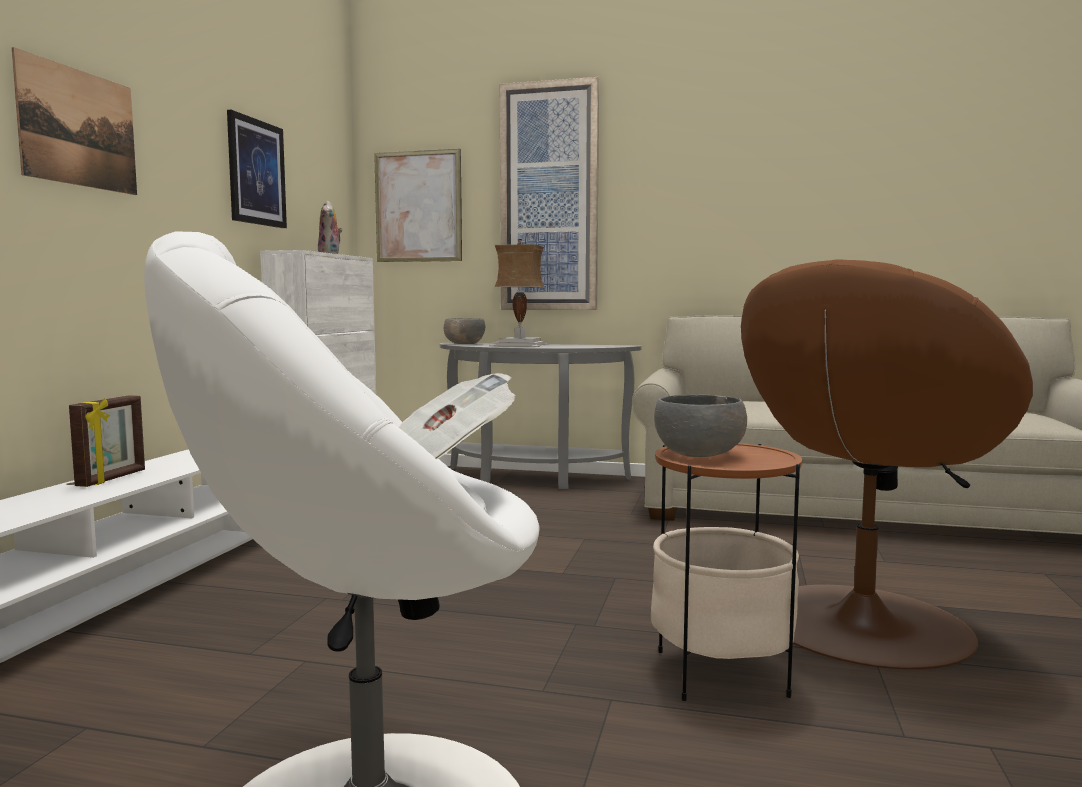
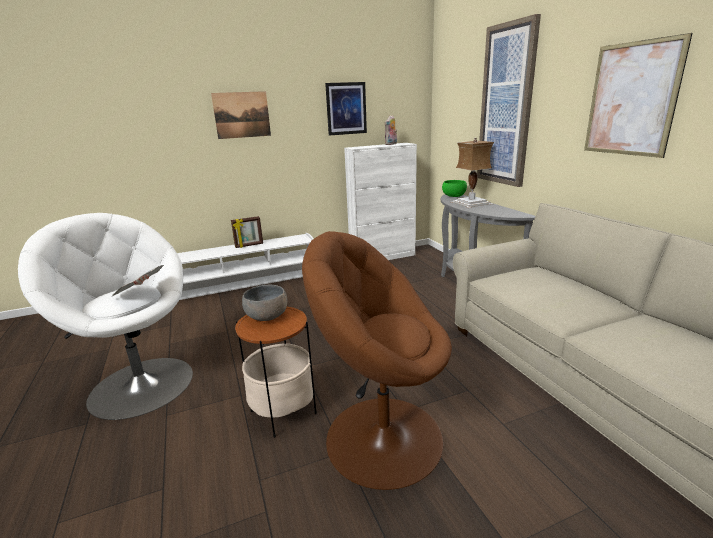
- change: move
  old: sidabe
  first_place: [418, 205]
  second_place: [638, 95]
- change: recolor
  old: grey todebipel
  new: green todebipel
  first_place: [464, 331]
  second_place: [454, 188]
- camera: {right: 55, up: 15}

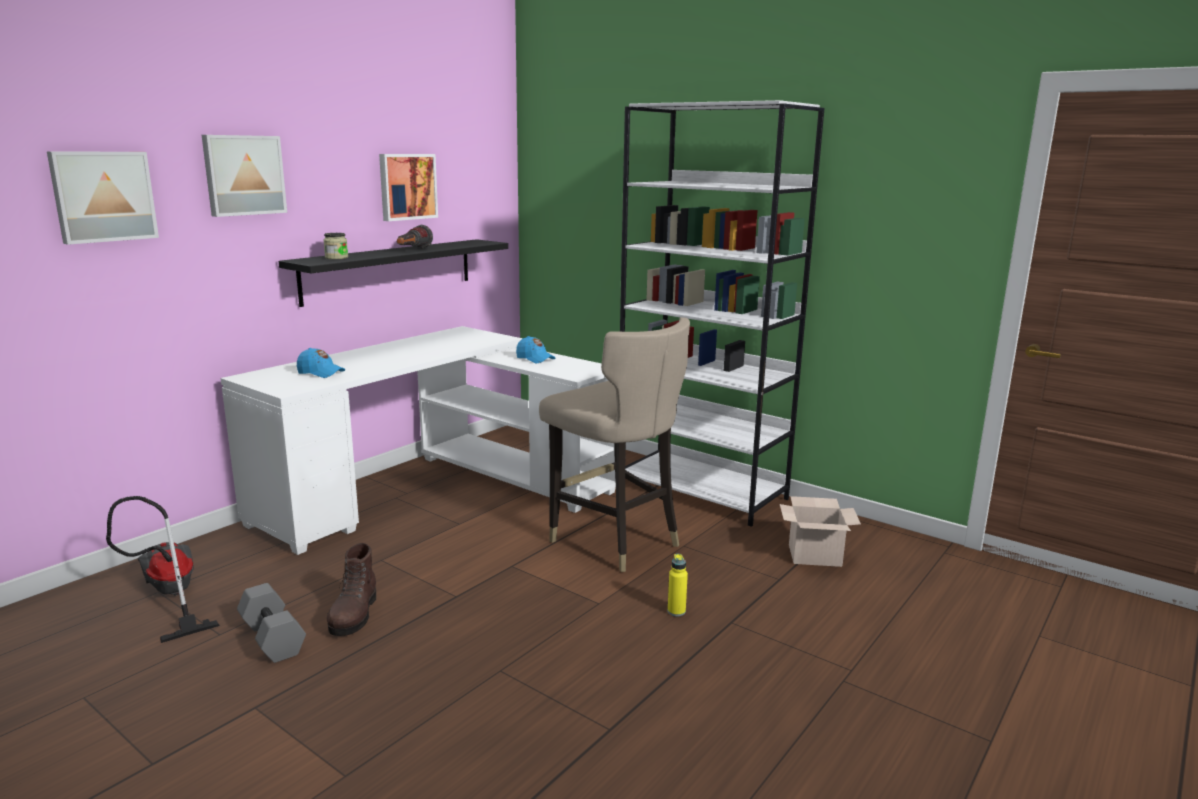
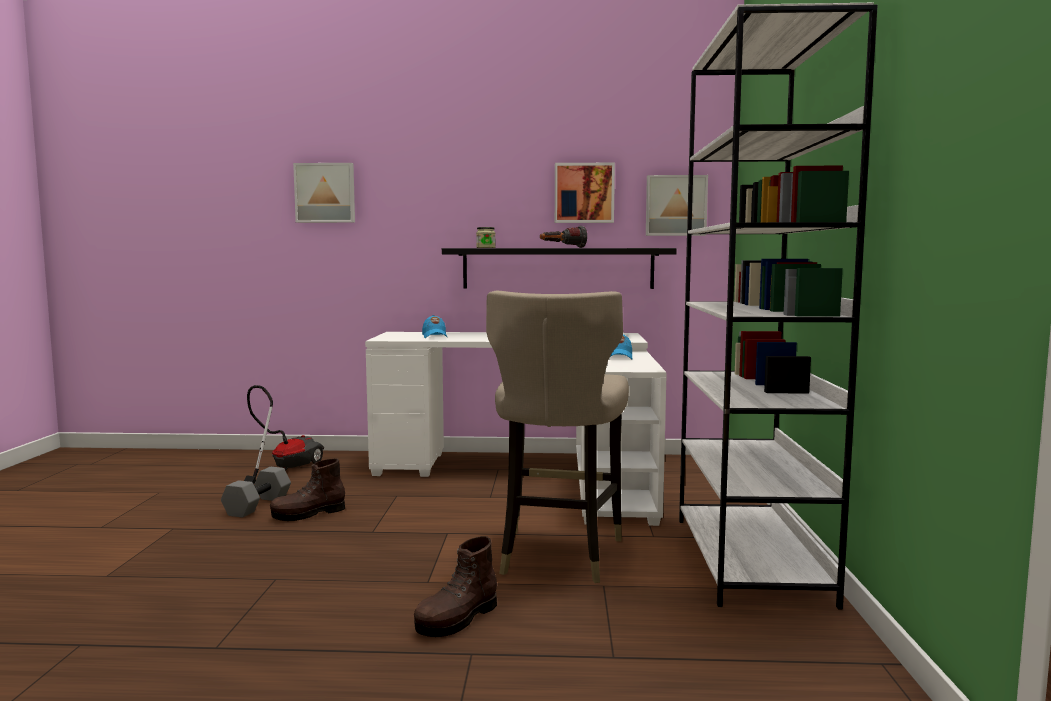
- change: move
  old: sidabe
  first_place: [244, 176]
  second_place: [677, 205]
- change: delete
  old: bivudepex
  first_place: [820, 531]
- change: replace
  old: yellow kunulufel
  new: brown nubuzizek
  first_place: [678, 585]
  second_place: [455, 586]
- camera: {right: 55, up: -10}

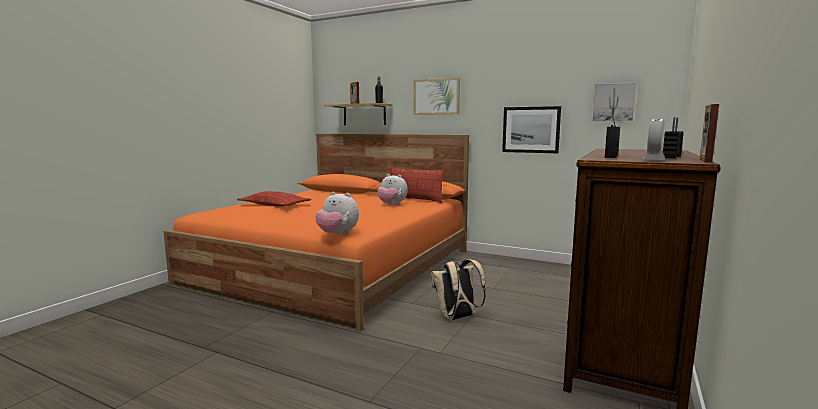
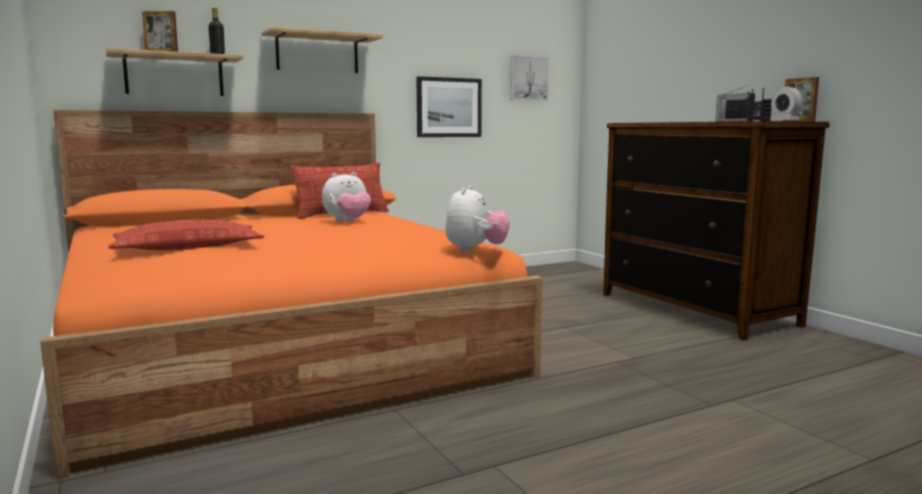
- change: replace
  old: sidabe
  new: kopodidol
  first_place: [437, 96]
  second_place: [322, 50]
- change: rotate
  old: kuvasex
  first_place: [337, 213]
  second_place: [477, 219]
  degrees: -45
- change: delete
  old: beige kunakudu
  first_place: [458, 289]
- camera: {right: -55, up: 0}

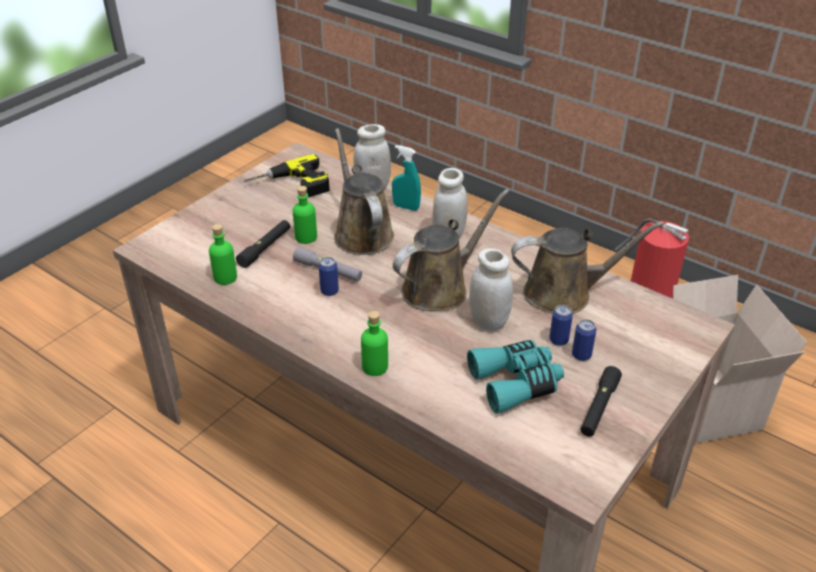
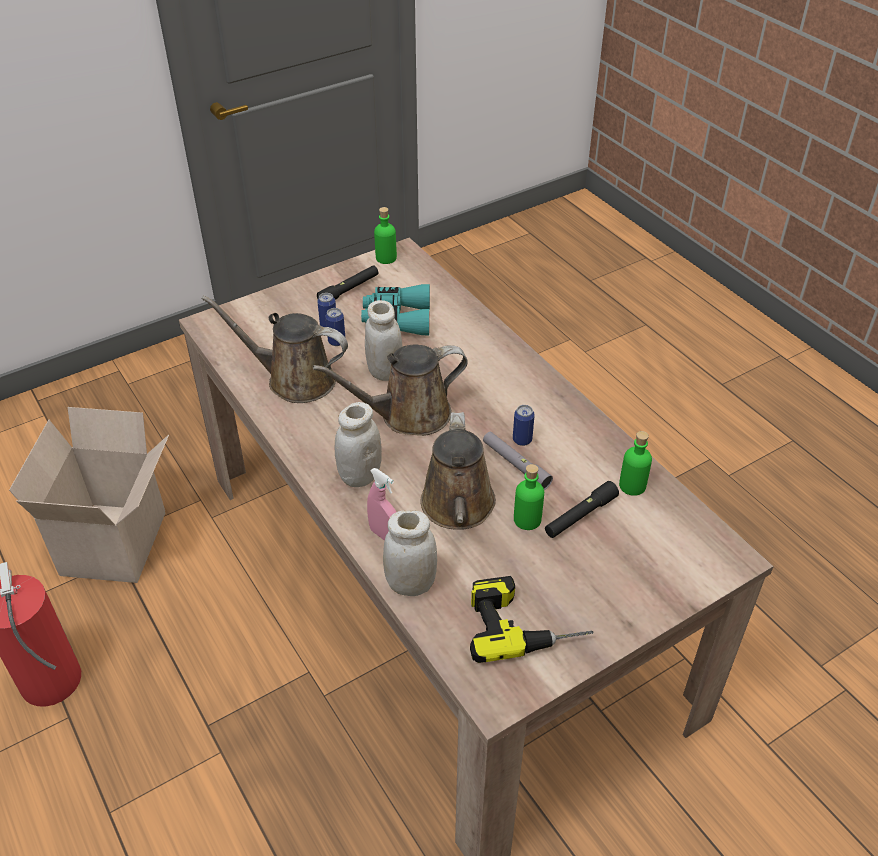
- change: recolor
  old: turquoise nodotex
  new: pink nodotex
  first_place: [406, 178]
  second_place: [381, 504]
- change: move
  old: green kunulufel
  first_place: [374, 343]
  second_place: [385, 235]
- camera: {right: -160, up: 5}

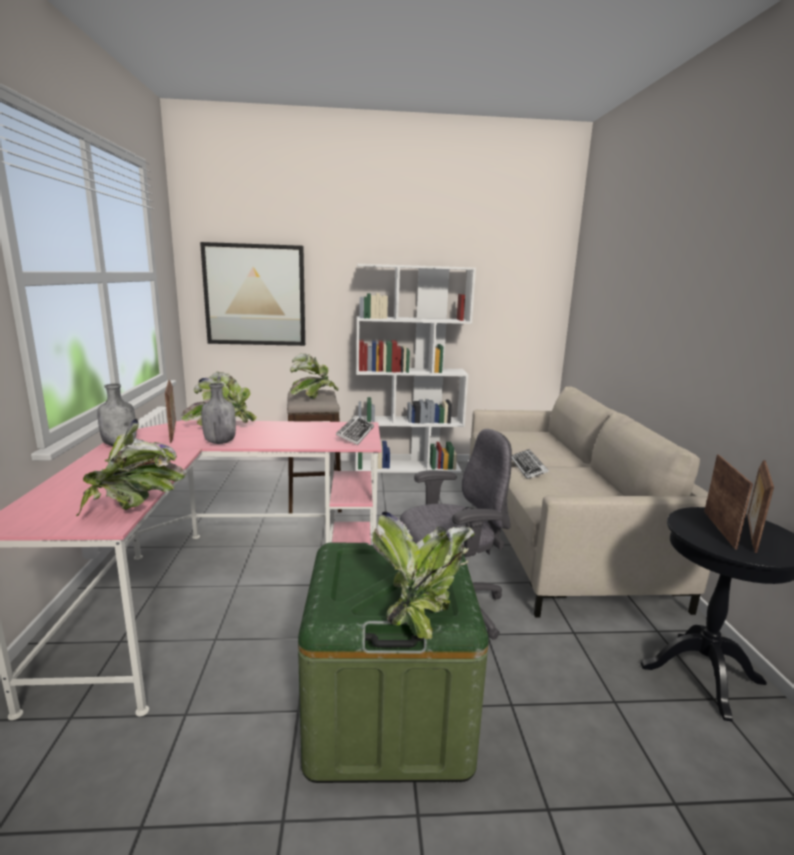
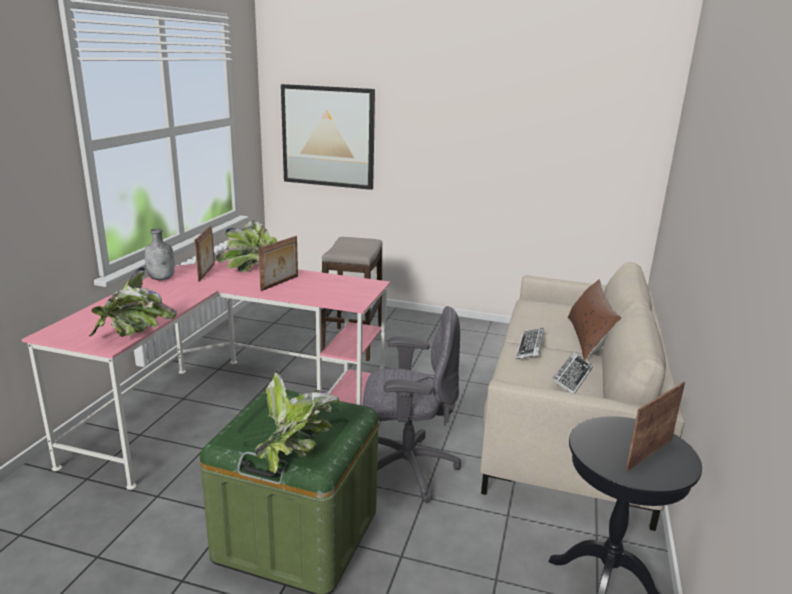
- change: delete
  old: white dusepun
  first_place: [415, 368]
- change: delete
  old: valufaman
  first_place: [314, 376]
- change: delete
  old: grey kunulufel
  first_place: [218, 413]
- change: move
  old: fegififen
  first_place: [355, 430]
  second_place: [572, 372]
- change: move
  old: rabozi
  first_place: [728, 502]
  second_place: [278, 263]
- change: insert
  new: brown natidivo
  second_place: [595, 319]
- camera: {right: 20, up: 5}

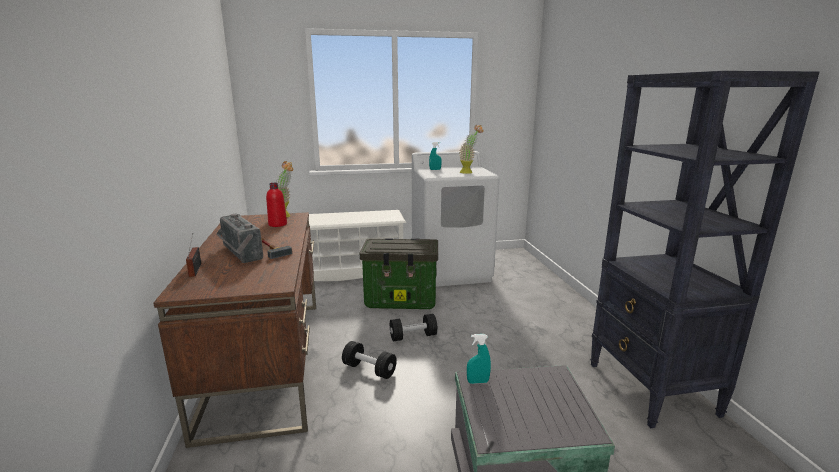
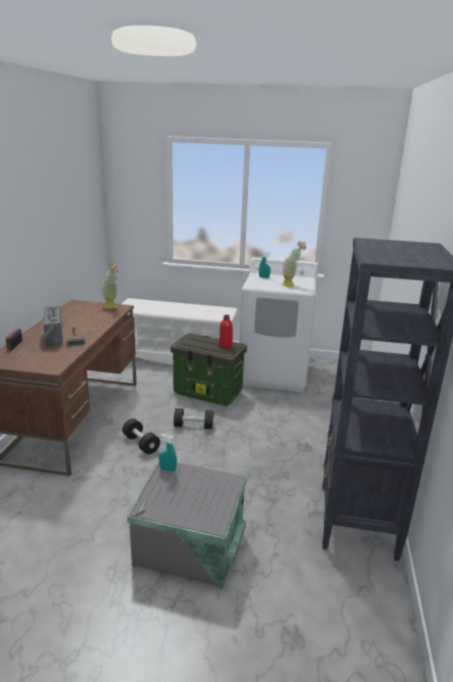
- change: move
  old: red kunulufel
  first_place: [276, 205]
  second_place: [226, 331]
- camera: {right: 20, up: 5}

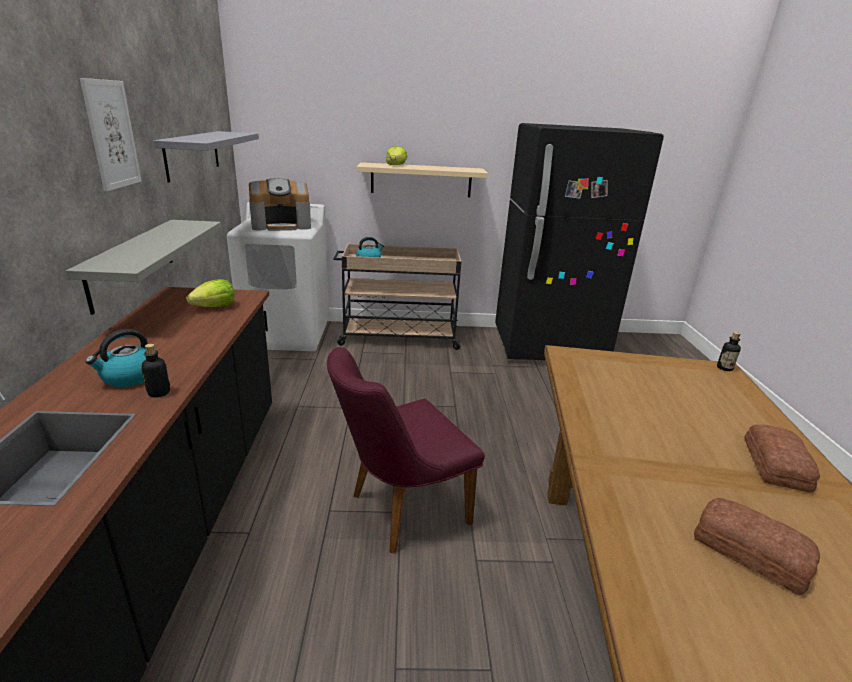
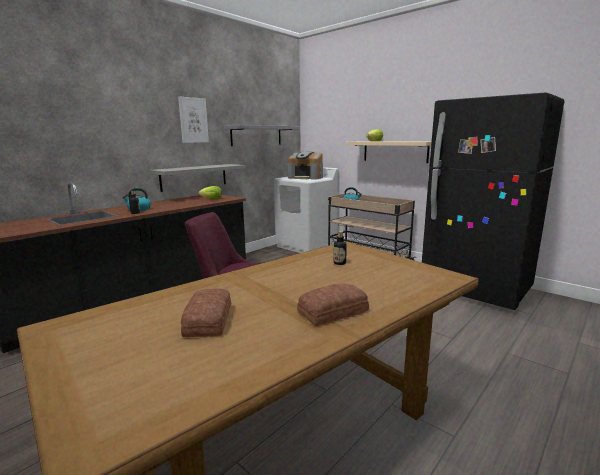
- change: move
  old: kunulufel
  first_place: [729, 351]
  second_place: [340, 248]
- camera: {right: 45, up: -10}

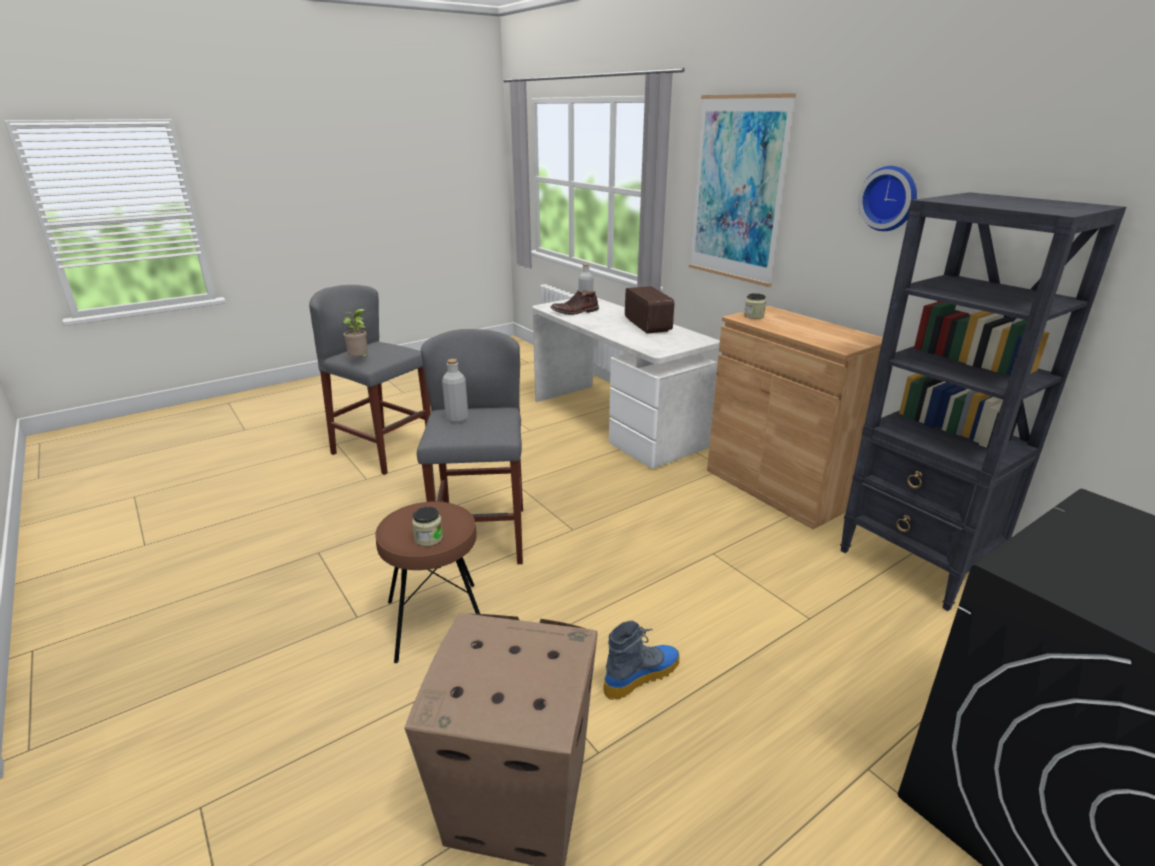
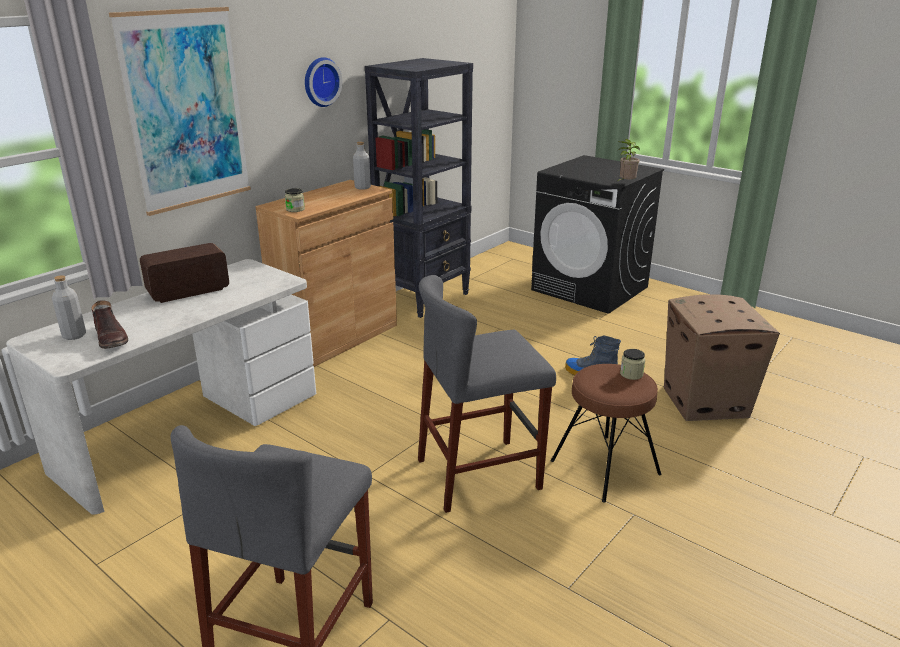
- change: move
  old: valufaman
  first_place: [355, 332]
  second_place: [627, 161]
- change: move
  old: grey kunulufel
  first_place: [455, 391]
  second_place: [362, 166]
- camera: {right: -105, up: 0}

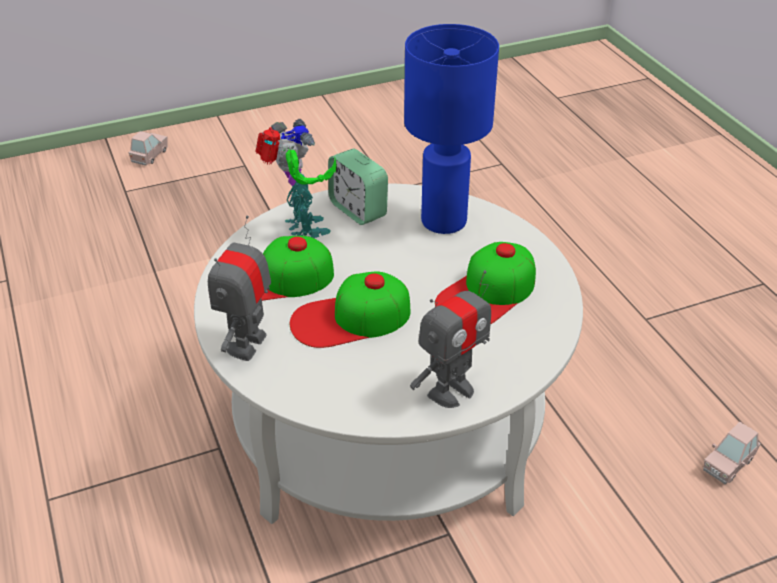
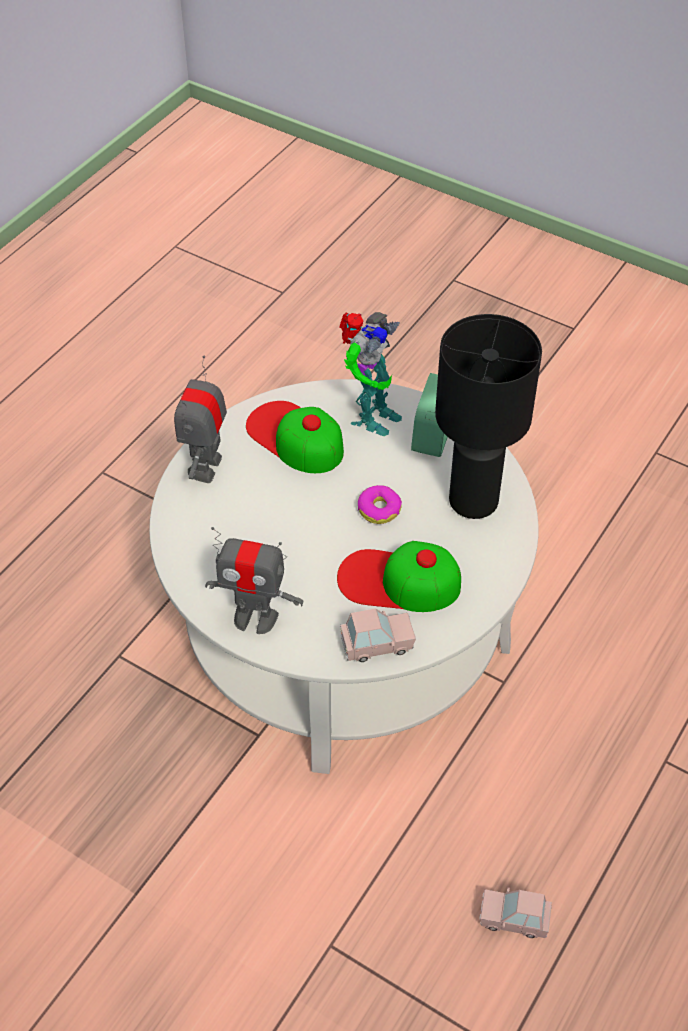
- change: recolor
  old: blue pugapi
  new: black pugapi
  first_place: [451, 129]
  second_place: [488, 416]
- change: move
  old: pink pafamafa
  first_place: [148, 148]
  second_place: [378, 635]
- change: rotate
  old: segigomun
  first_place: [239, 288]
  second_place: [200, 419]
  degrees: -60
- change: delete
  old: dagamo
  first_place: [350, 309]
- change: insert
  new: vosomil
  second_place: [380, 504]
- camera: {right: 55, up: 10}

